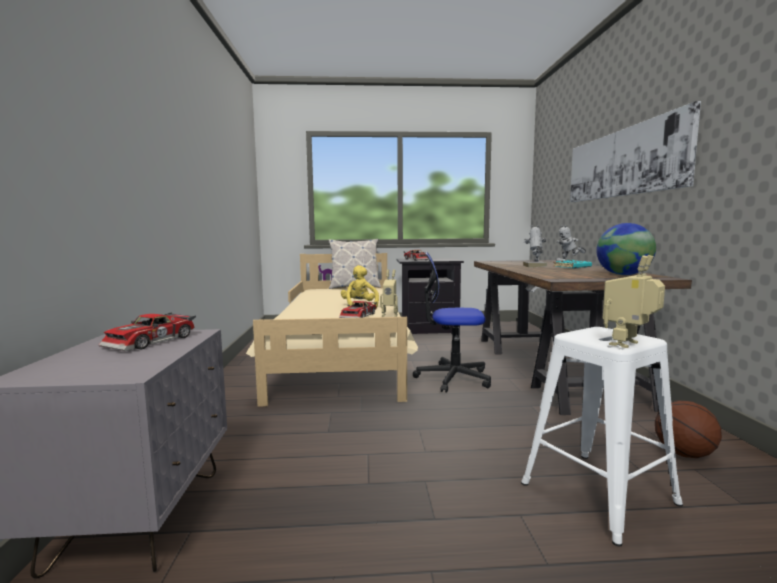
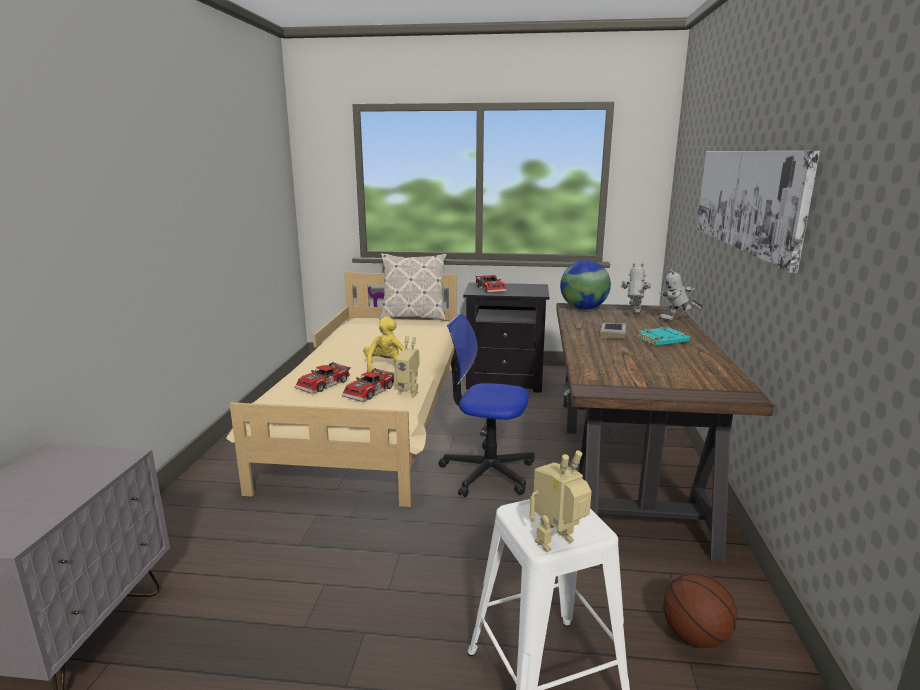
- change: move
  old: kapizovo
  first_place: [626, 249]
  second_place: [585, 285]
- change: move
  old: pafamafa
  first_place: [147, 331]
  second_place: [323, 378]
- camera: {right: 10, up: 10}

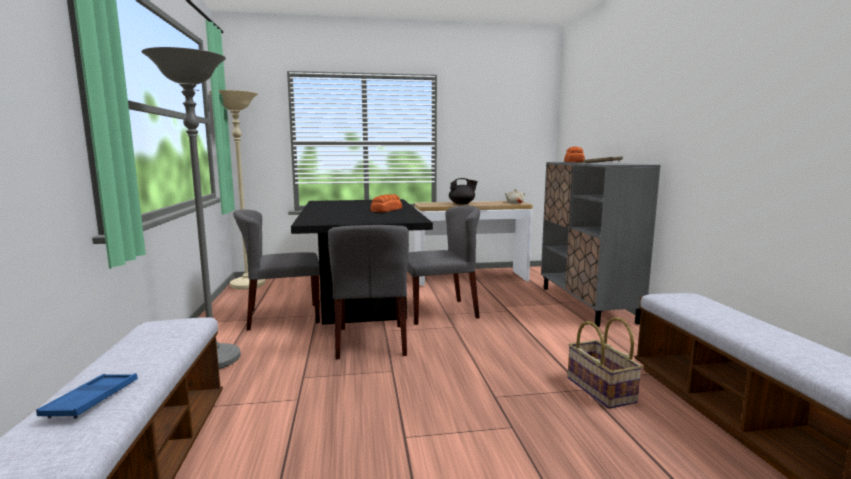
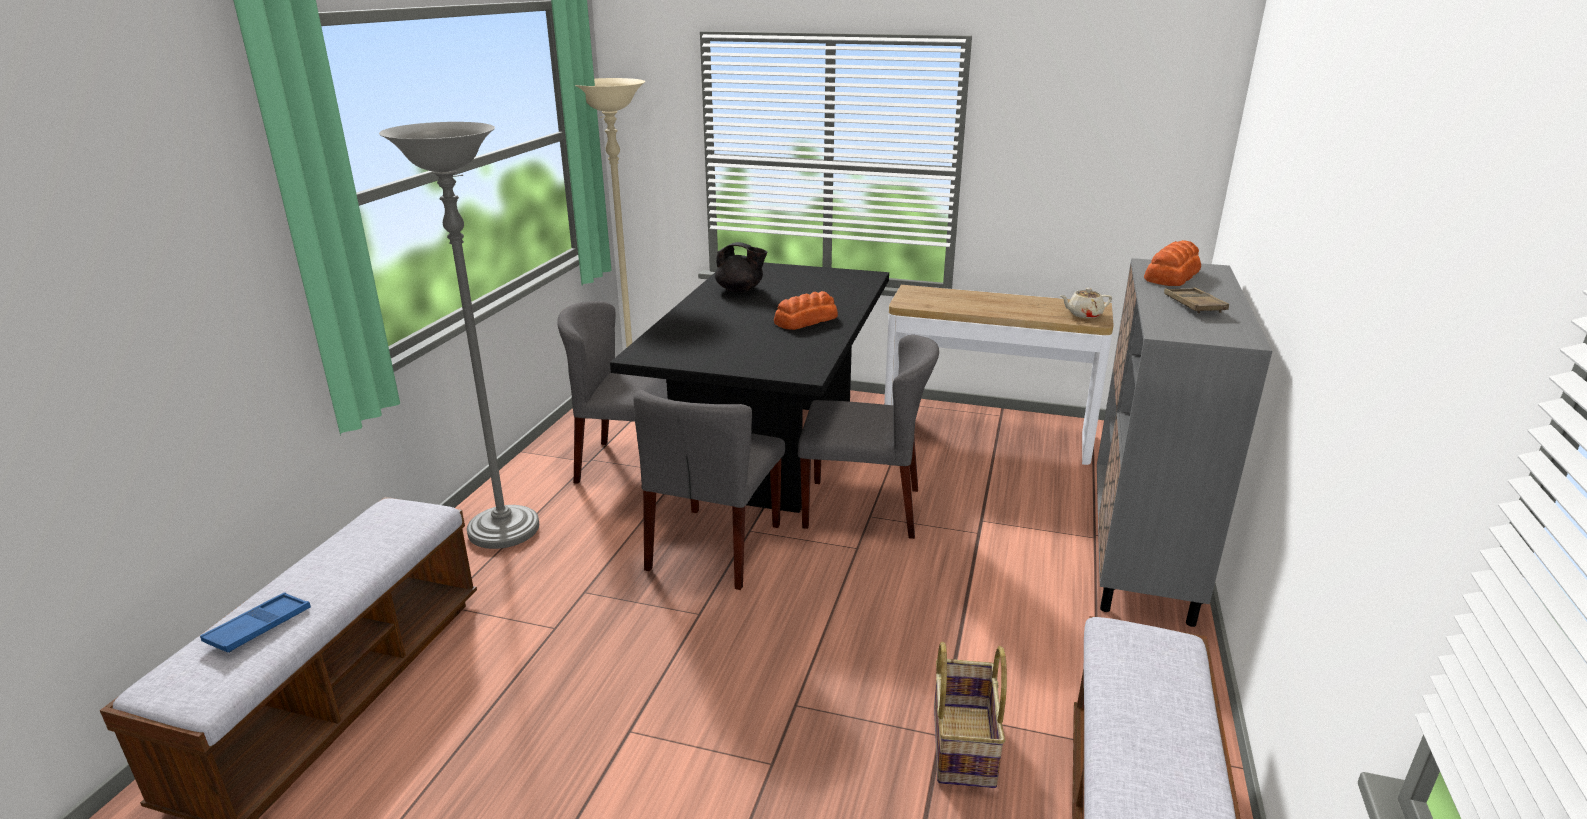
- change: move
  old: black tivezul
  first_place: [463, 191]
  second_place: [741, 267]
- camera: {right: 25, up: 15}

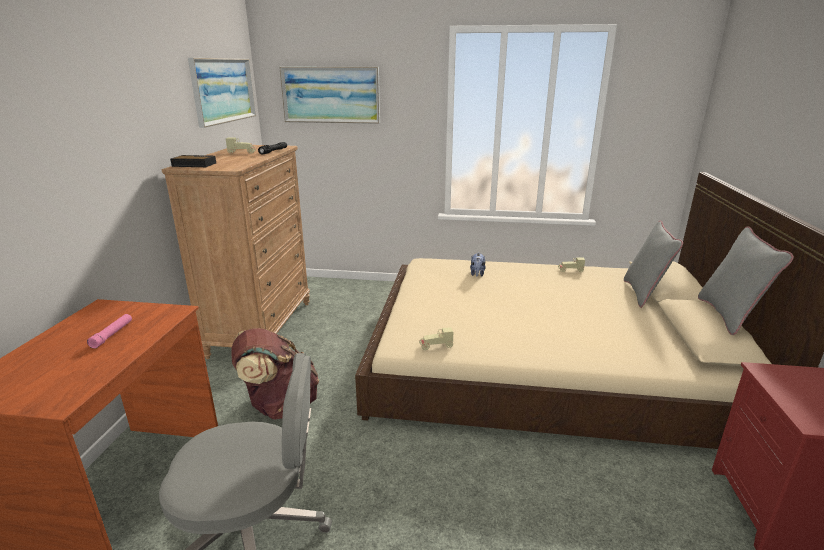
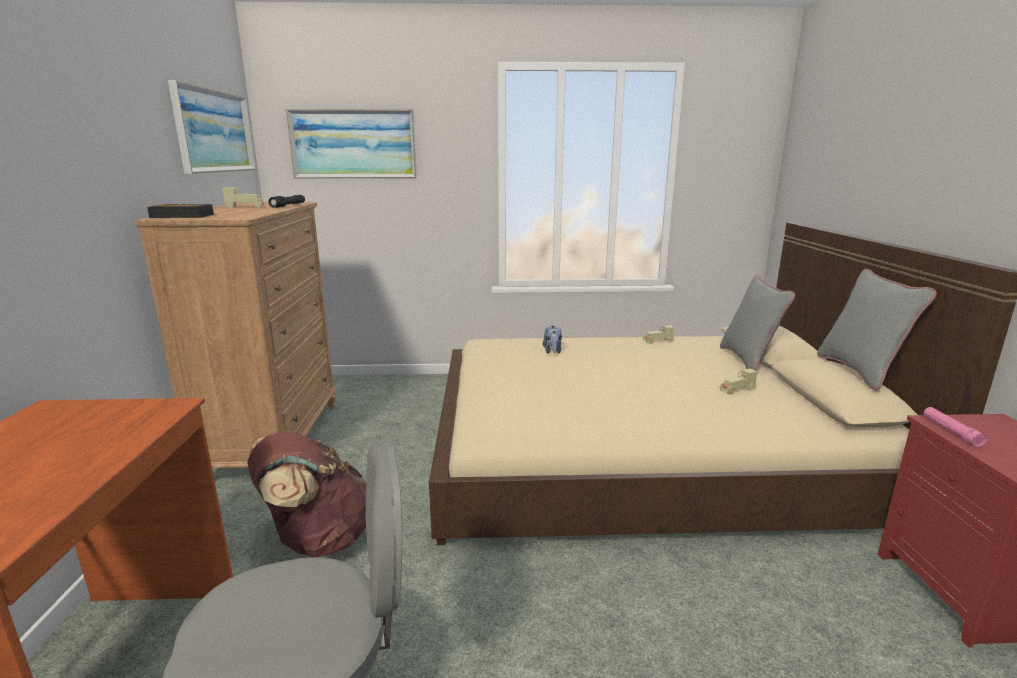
- change: move
  old: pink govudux
  first_place: [109, 331]
  second_place: [955, 427]
- change: move
  old: beige pafamafa
  first_place: [436, 338]
  second_place: [738, 382]
- camera: {right: -10, up: -5}

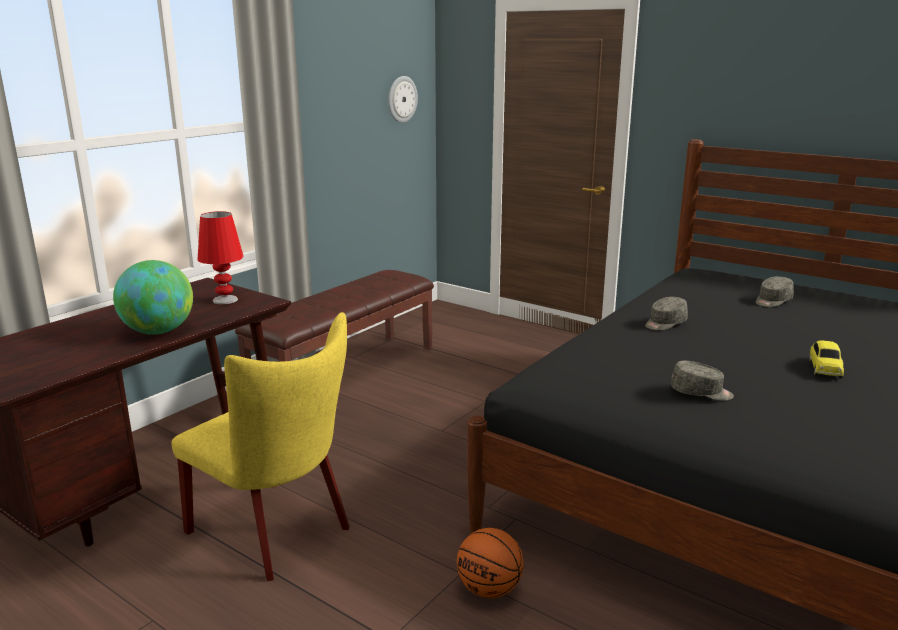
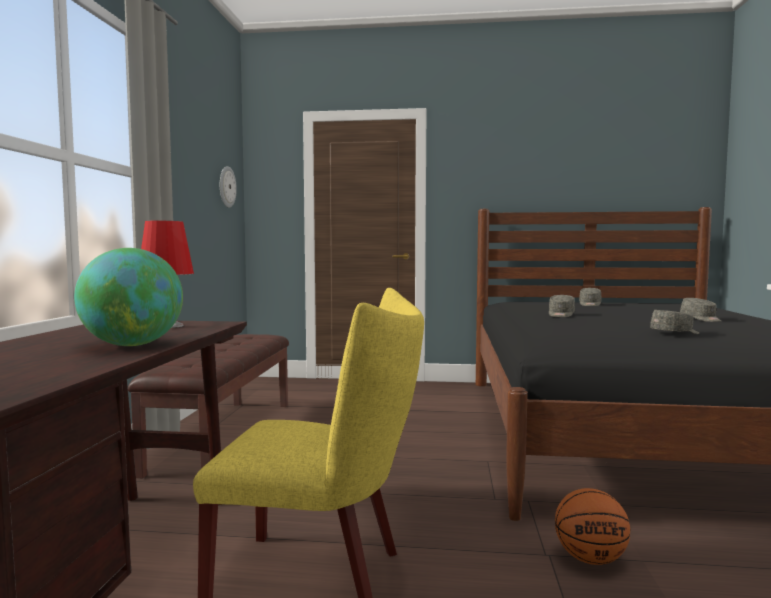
- change: replace
  old: pafamafa
  new: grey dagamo
  first_place: [826, 359]
  second_place: [700, 310]
- camera: {right: -30, up: -15}

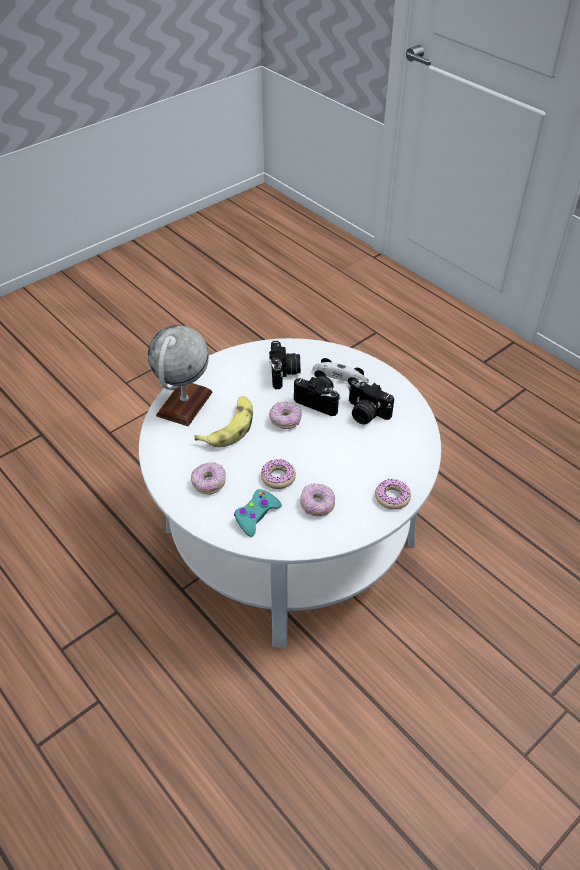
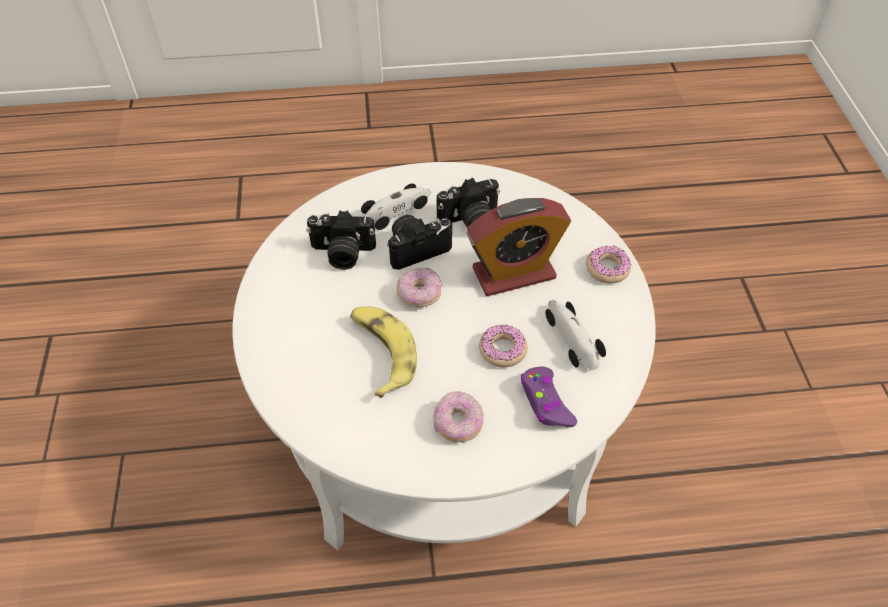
- change: delete
  old: kapizovo
  first_place: [180, 375]
- change: rotate
  old: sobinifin
  first_place: [285, 365]
  second_place: [341, 240]
  degrees: 150
- change: replace
  old: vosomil
  new: pafamafa
  first_place: [317, 499]
  second_place: [576, 335]
- change: recolor
  old: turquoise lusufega
  new: purple lusufega
  first_place: [258, 513]
  second_place: [549, 397]
- change: insert
  new: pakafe
  second_place: [519, 247]
- camera: {right: -55, up: 5}

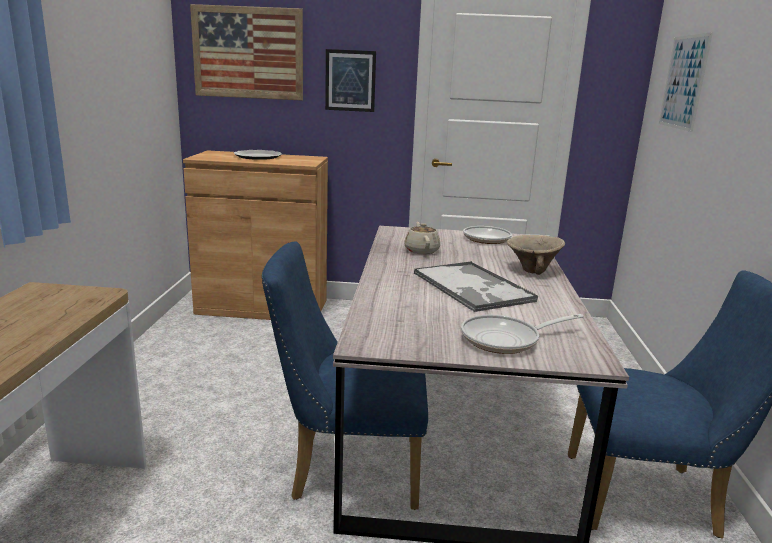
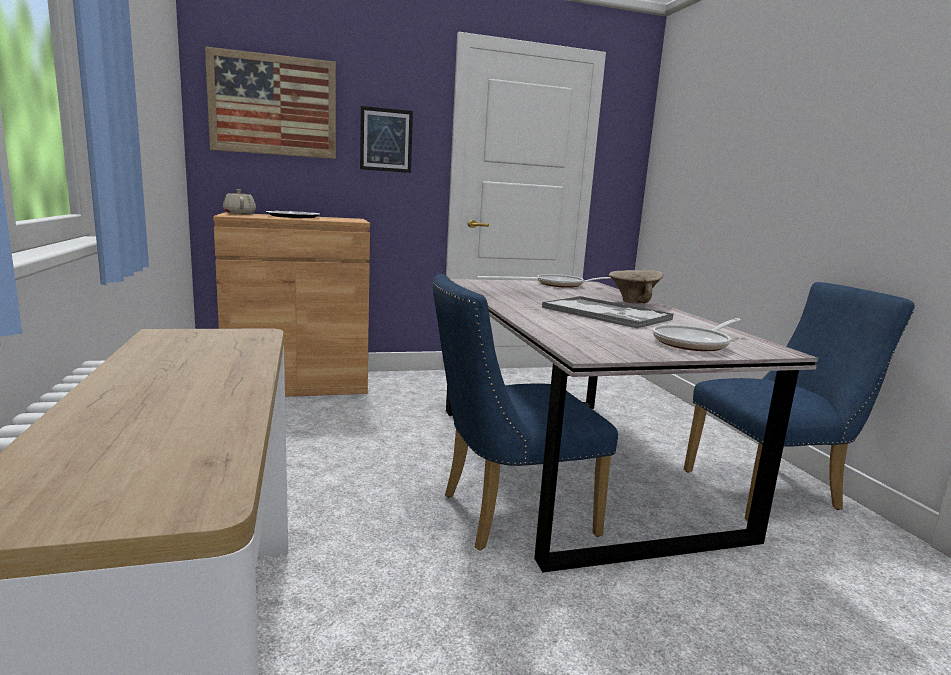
- change: delete
  old: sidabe
  first_place: [686, 82]
- change: move
  old: beige tivezul
  first_place: [422, 238]
  second_place: [239, 201]
- camera: {right: -20, up: -5}

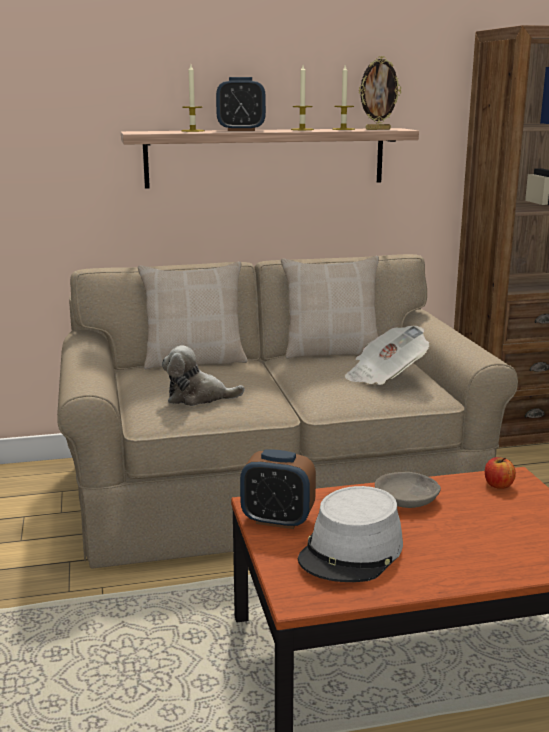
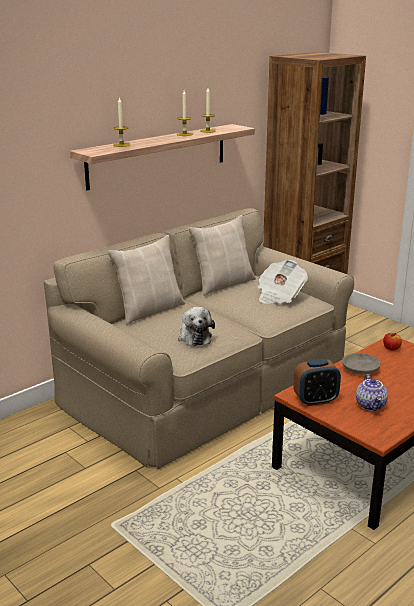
- change: delete
  old: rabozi
  first_place: [380, 93]
- change: delete
  old: pakafe
  first_place: [241, 104]
- change: rotate
  old: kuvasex
  first_place: [203, 375]
  second_place: [196, 326]
  degrees: -75
- change: replace
  old: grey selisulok
  new: tivezul
  first_place: [350, 534]
  second_place: [372, 392]
- camera: {right: -30, up: 5}

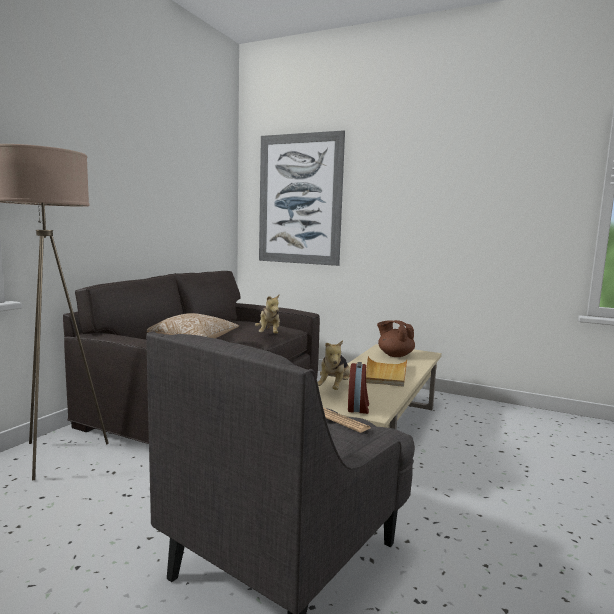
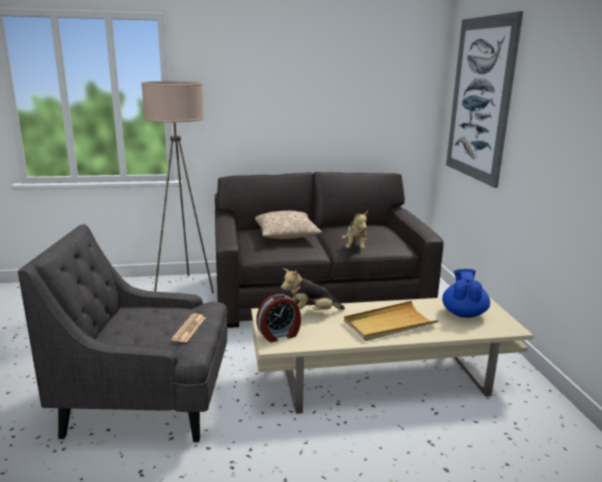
- change: rotate
  old: kuvasex
  first_place: [267, 313]
  second_place: [355, 230]
  degrees: -45
- change: recolor
  old: brown tivezul
  new: blue tivezul
  first_place: [396, 338]
  second_place: [466, 293]
- camera: {right: 55, up: 10}

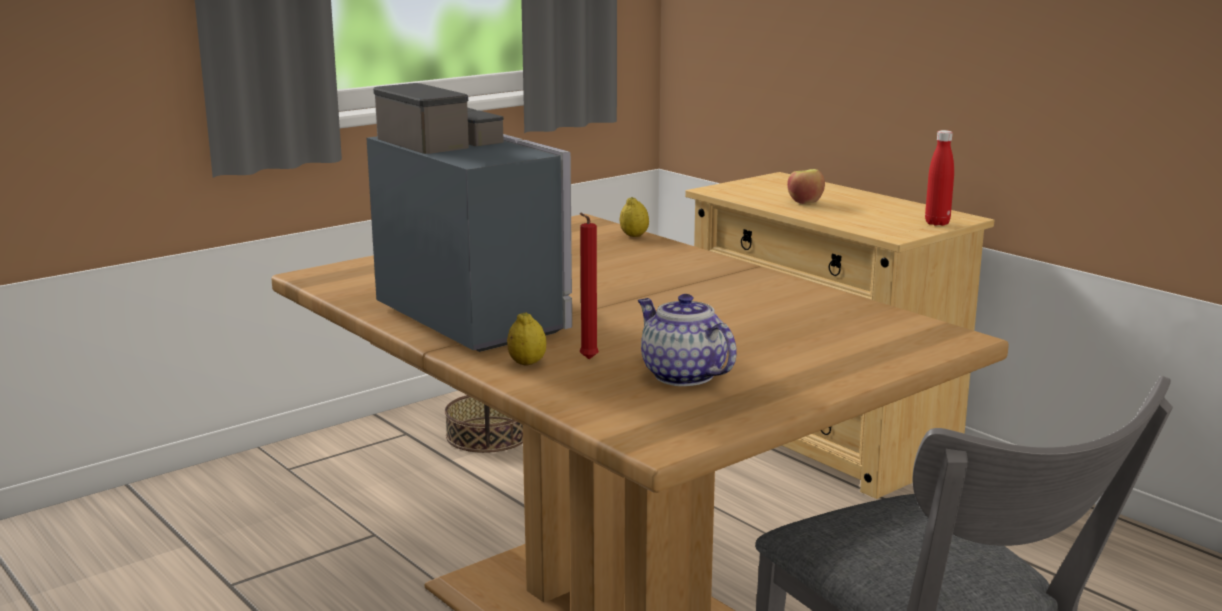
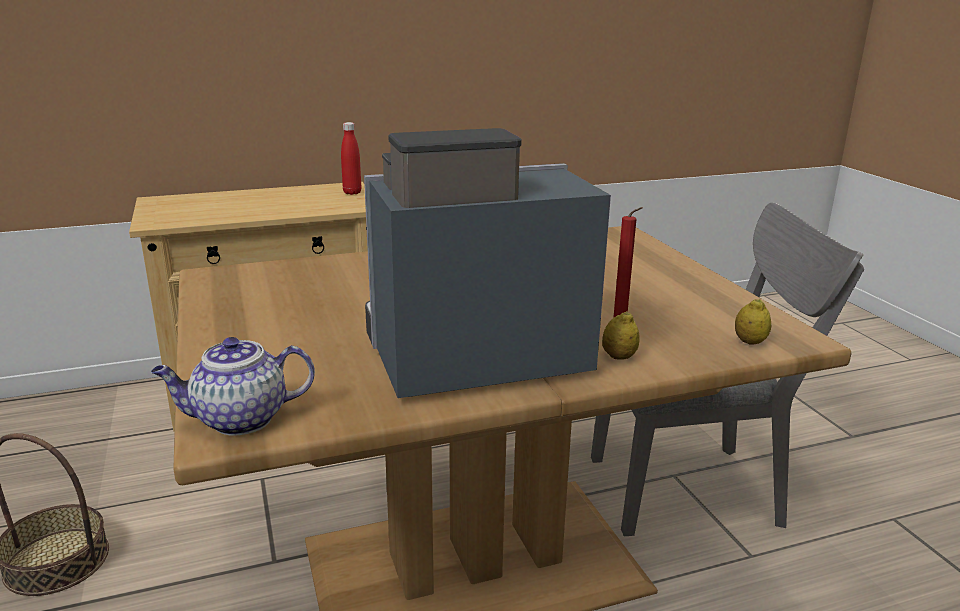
- change: delete
  old: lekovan
  first_place: [806, 186]
- change: move
  old: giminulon
  first_place: [634, 217]
  second_place: [753, 322]
- change: move
  old: tivezul
  first_place: [687, 340]
  second_place: [233, 386]
- camera: {right: -70, up: 5}

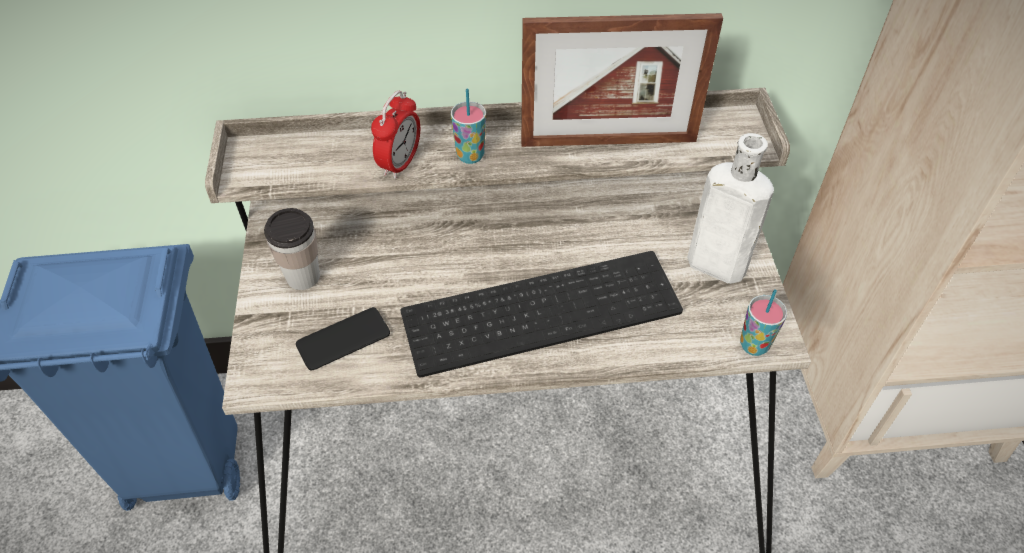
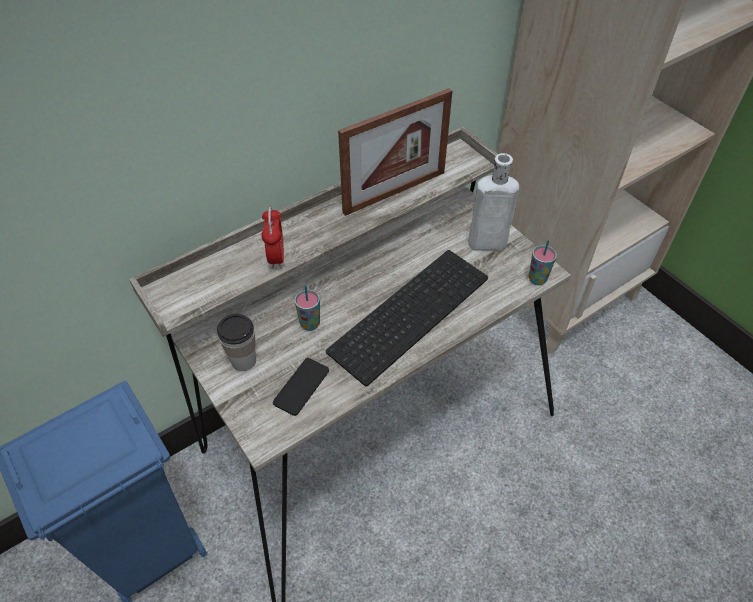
- change: move
  old: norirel
  first_place: [468, 126]
  second_place: [307, 308]
- camera: {right: -30, up: 0}

